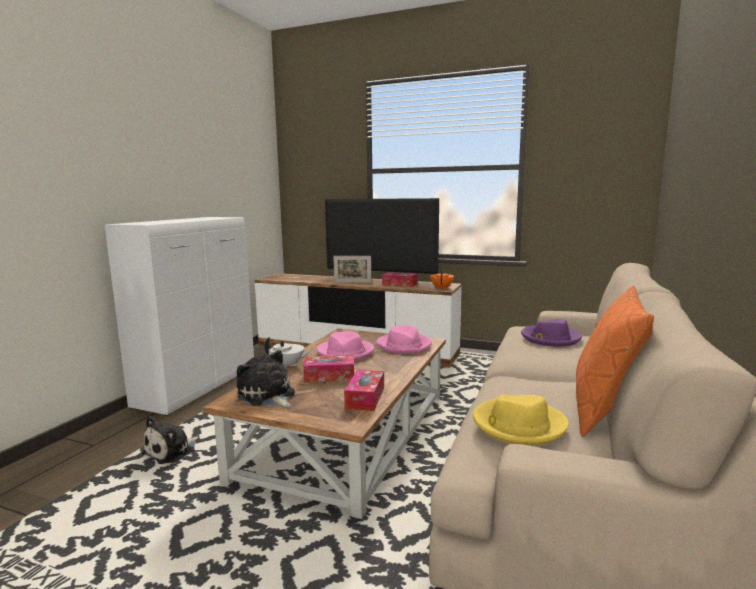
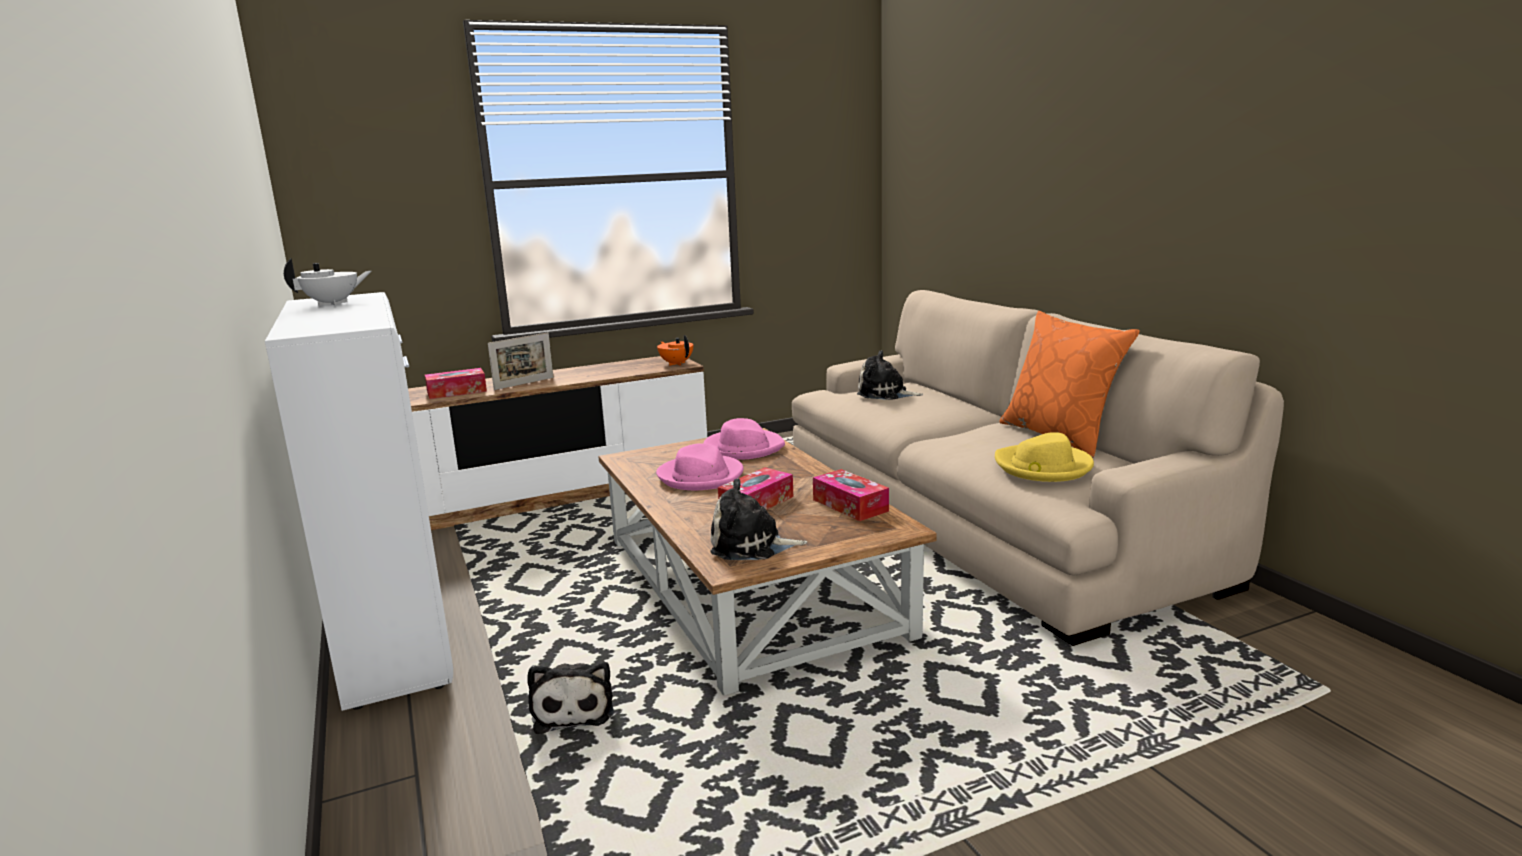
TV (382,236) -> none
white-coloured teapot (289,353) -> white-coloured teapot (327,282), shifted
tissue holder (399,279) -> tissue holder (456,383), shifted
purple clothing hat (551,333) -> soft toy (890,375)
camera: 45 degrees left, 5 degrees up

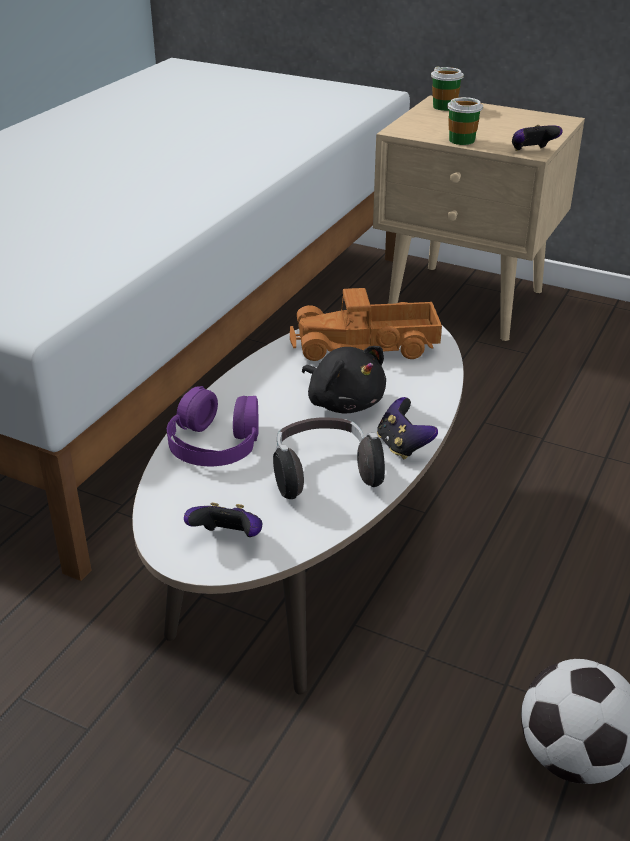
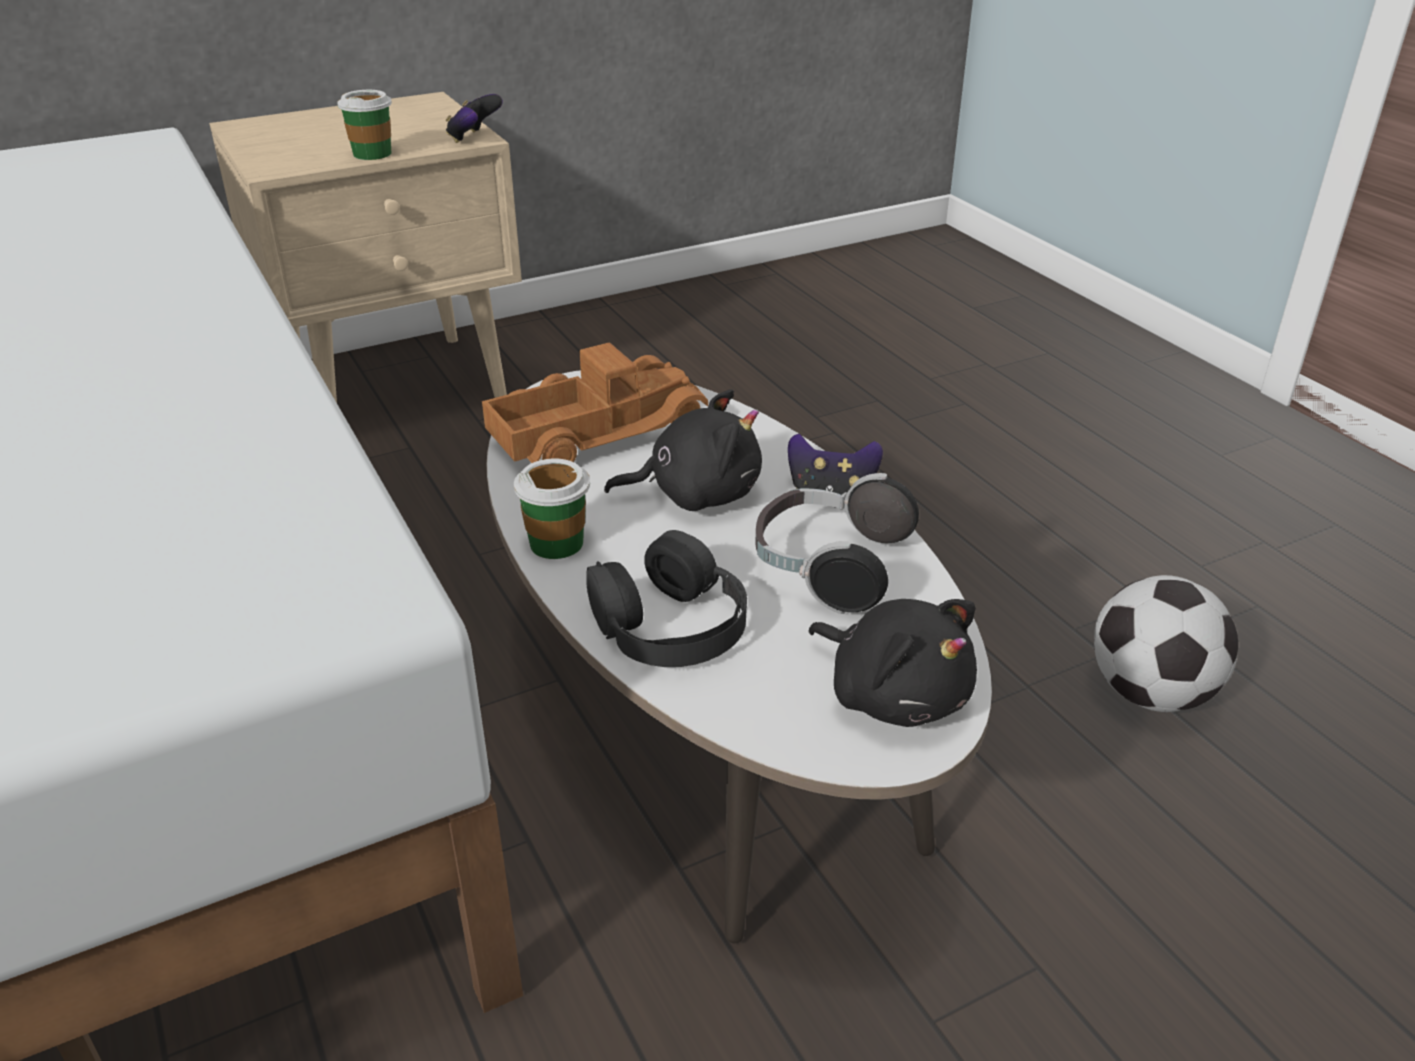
drinking cup (447,89) -> drinking cup (552,509), shifted
game controller (223,519) -> black-coloured soft toy (892,663)
purple headphones (213,426) -> black-coloured headphones (666,598)
model truck (366,324) -> model truck (595,402), 150 degrees counterclockwise
camera: 55 degrees left, 0 degrees up

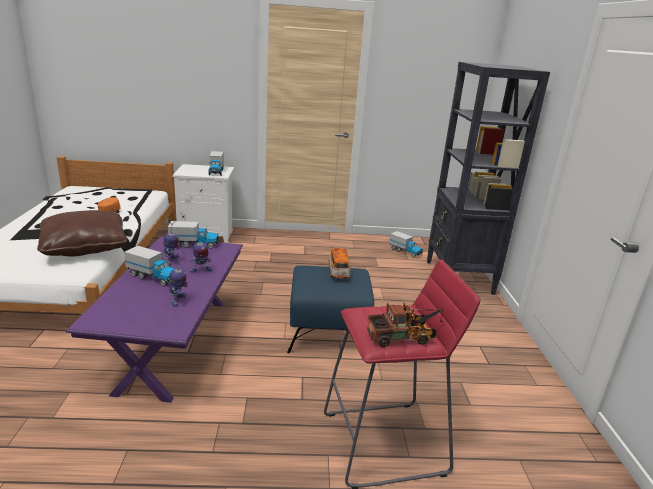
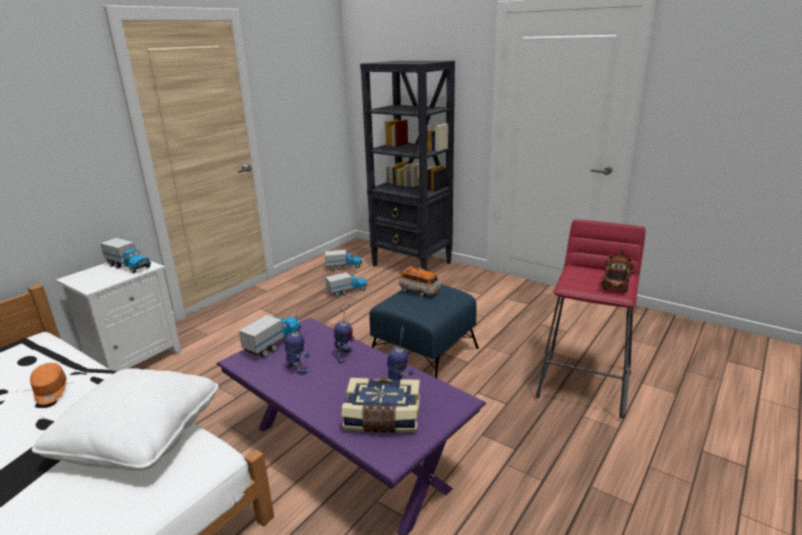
none -> book (381,405)
model truck (149,266) -> model truck (346,284), shifted
brown-coloured throw pillow (82,233) -> white-coloured throw pillow (125,419)
camera: 50 degrees left, 0 degrees up

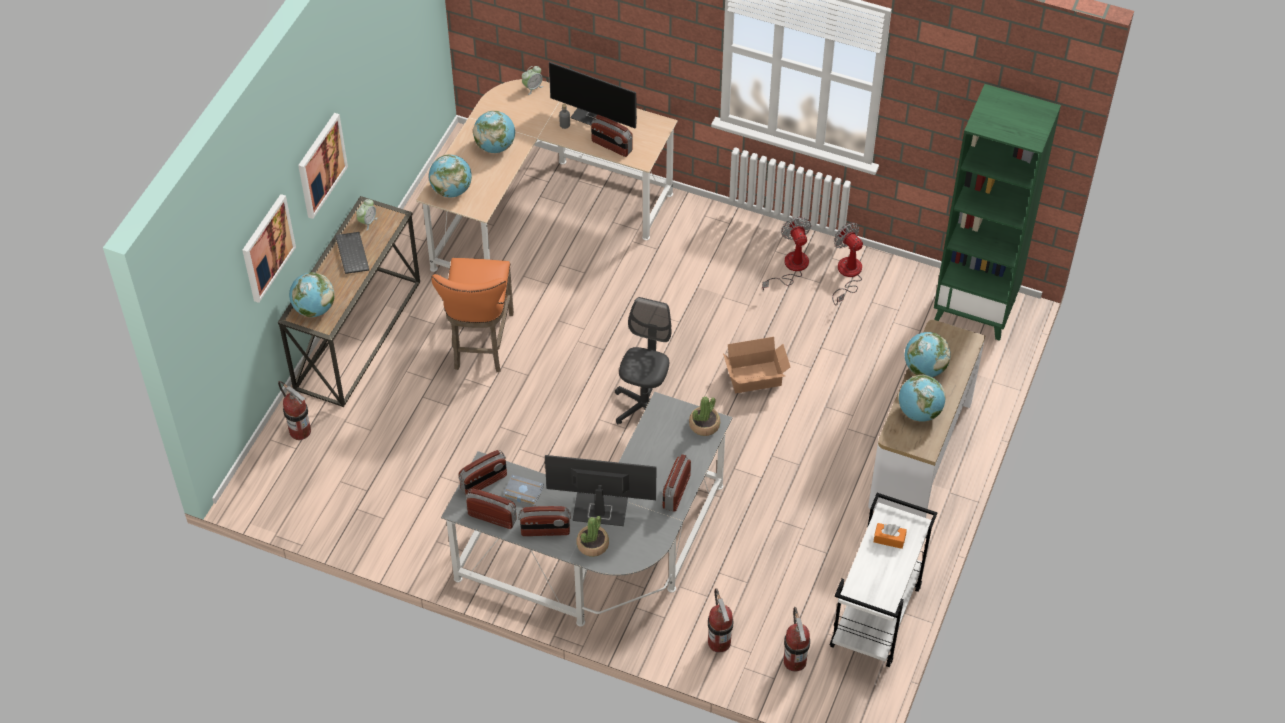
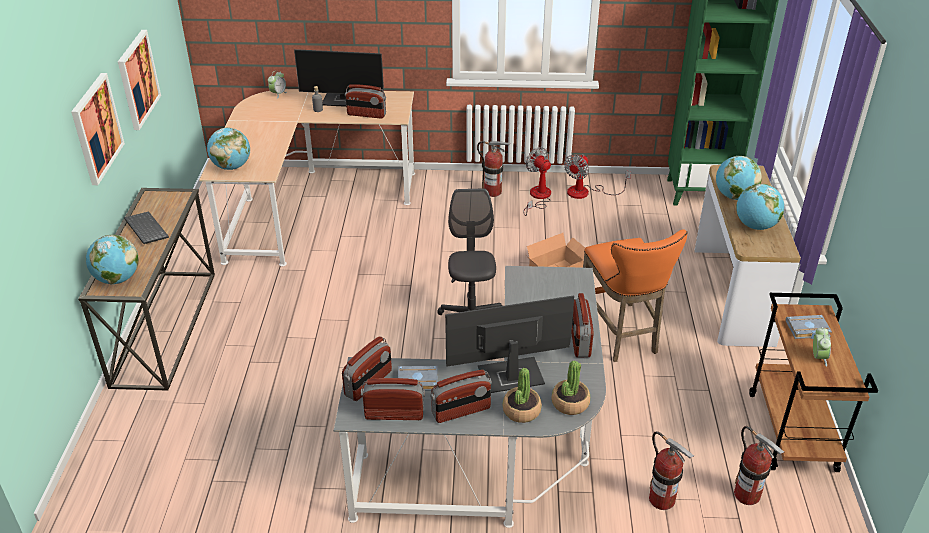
desk globe (494,132) -> none
wall picture (269,248) -> wall picture (139,80), shifted
fire-fighting cylinder (294,410) -> fire-fighting cylinder (494,169), shifted
bedside clock (366,215) -> bedside clock (822,347), shifted
orange stool (472,315) -> orange stool (635,295), shifted
plant in a pot (704,416) -> plant in a pot (570,388), shifted
orange tissue holder (890,536) -> greyish book (809,327)
white-coloured trolley (884,580) -> brown-coloured trolley (813,382)
cooling fan (847,264) -> cooling fan (597,176), 90 degrees counterclockwise
camera: 20 degrees left, 15 degrees down

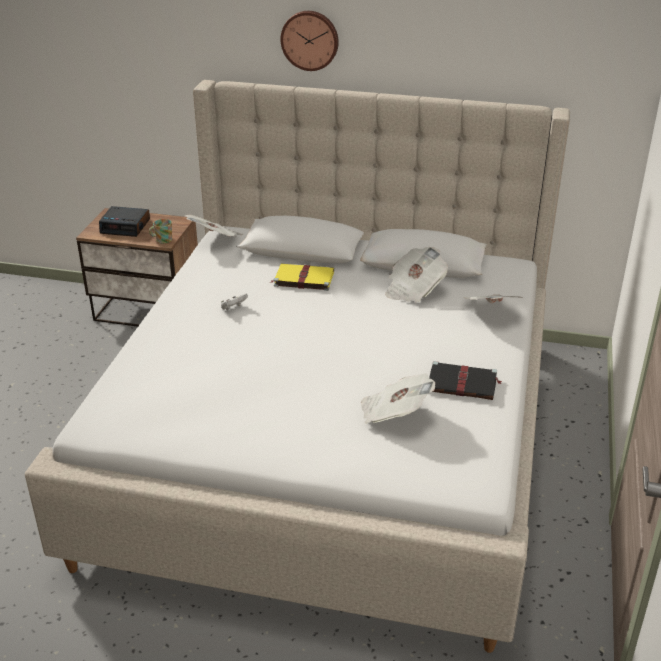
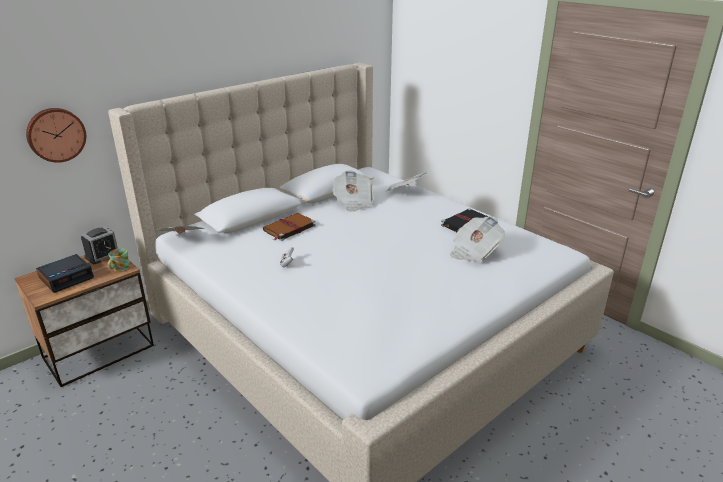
none -> bedside clock (99,245)
clock on the wall (309,41) -> clock on the wall (56,135), shifted
yellowish book (302,277) -> brown-coloured book (289,227)
camera: 55 degrees left, 5 degrees down

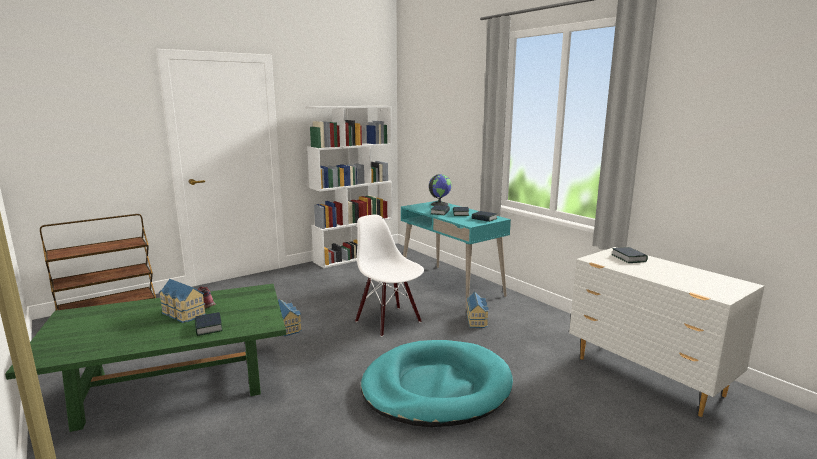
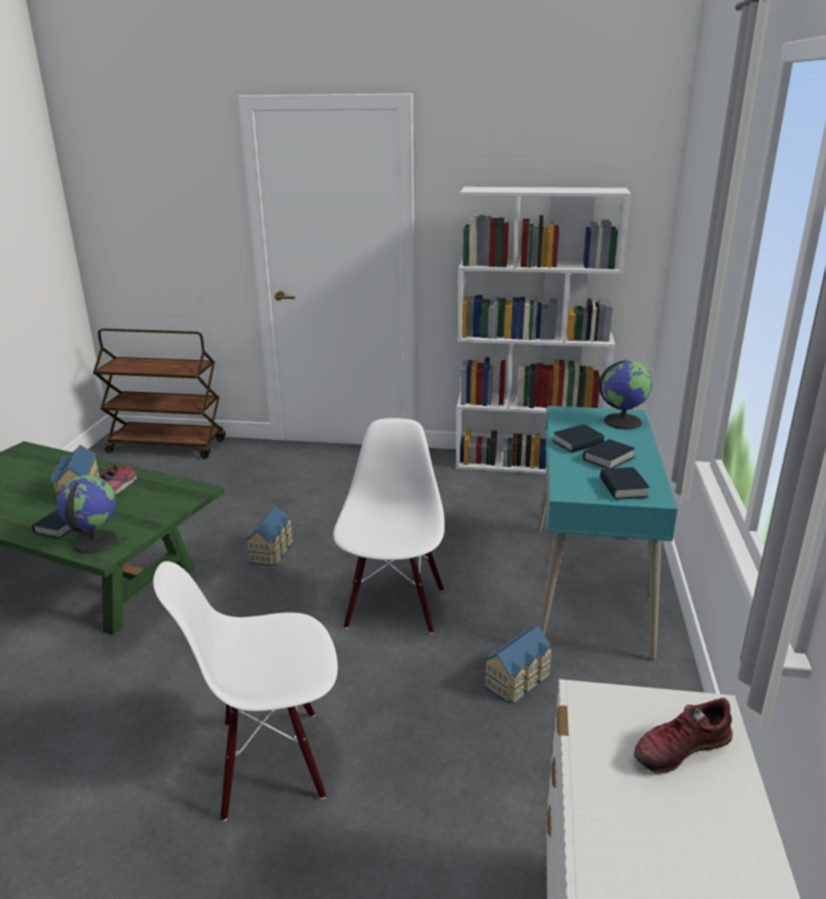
none -> desk globe (87,514)
turquoise dog bed (437,383) -> white-coloured upright chair (245,691)
book (629,255) -> shoe (683,736)
camera: 45 degrees right, 10 degrees up

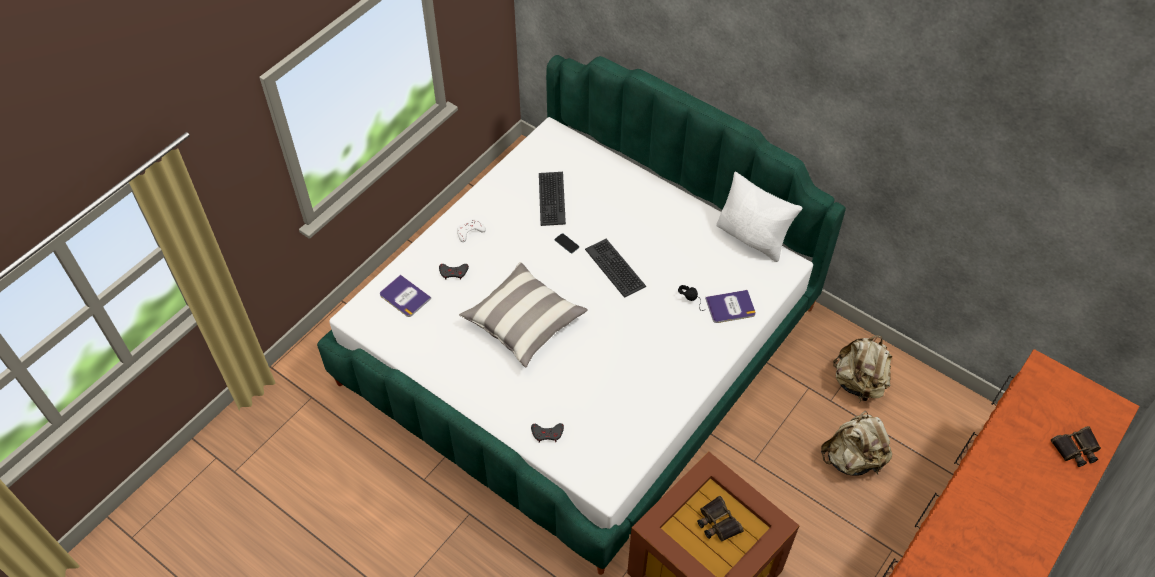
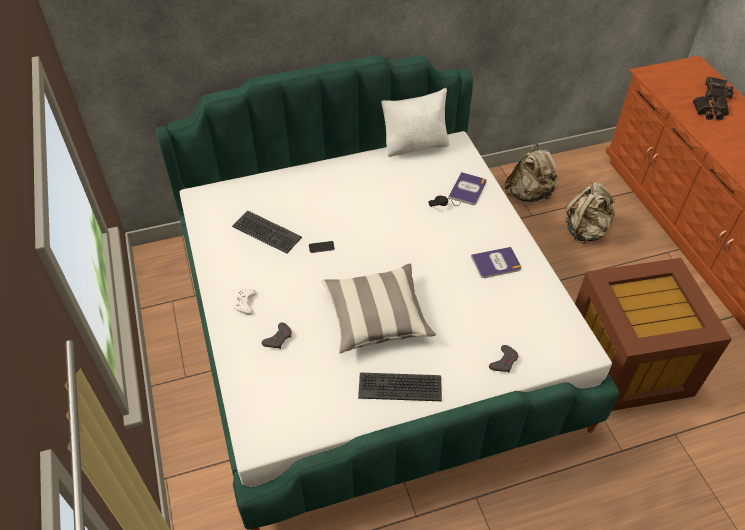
book (405,295) -> book (496,262), shifted
keyboard (615,268) -> keyboard (400,386), shifted
pair of binoculars (720,518) -> pair of binoculars (711,108), shifted
camera: 55 degrees left, 5 degrees down

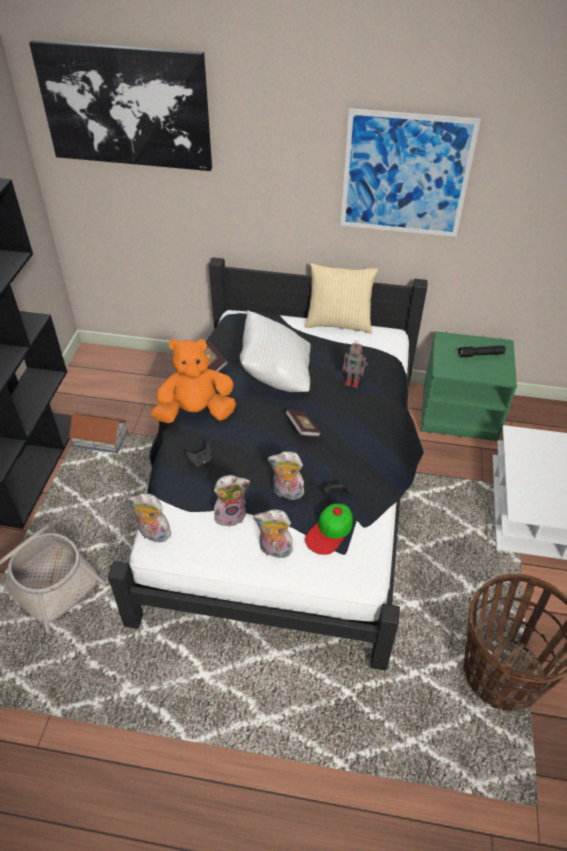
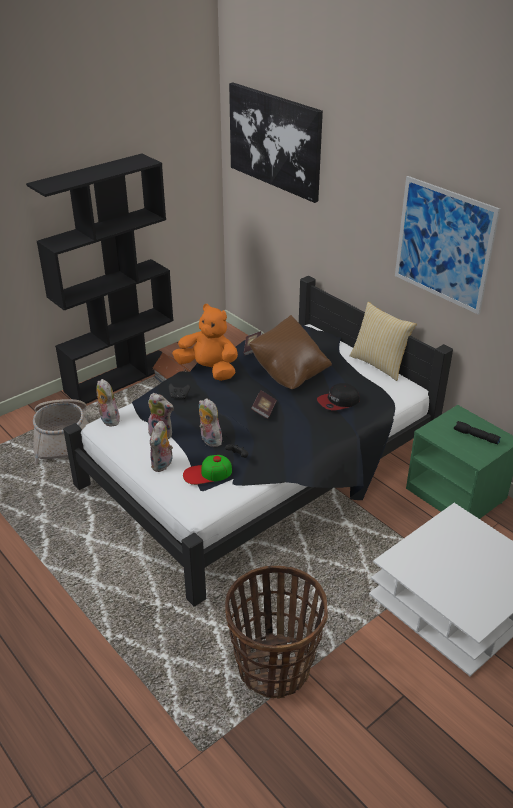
robot figure (355,364) -> peaked cap (338,396)
white-coloured throw pillow (275,351) -> brown-coloured throw pillow (290,352)
soft toy (273,533) -> soft toy (161,446), 120 degrees counterclockwise
camera: 40 degrees right, 10 degrees down

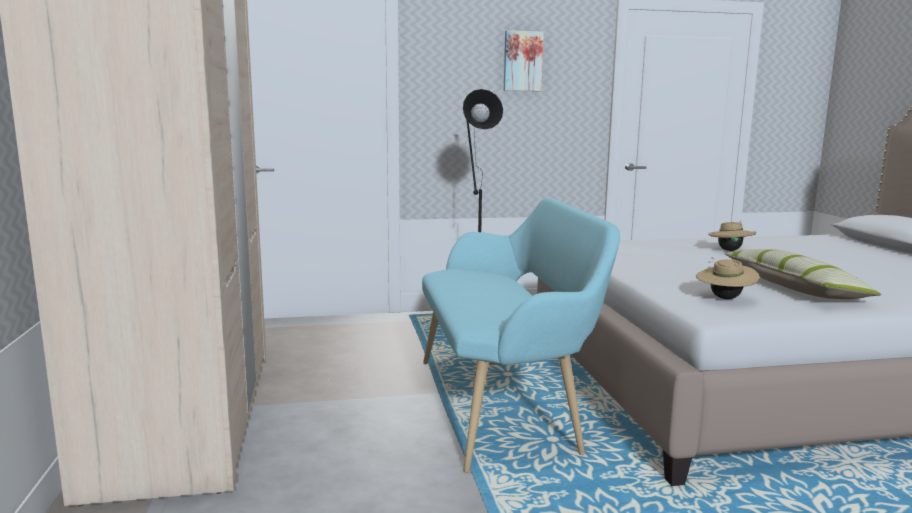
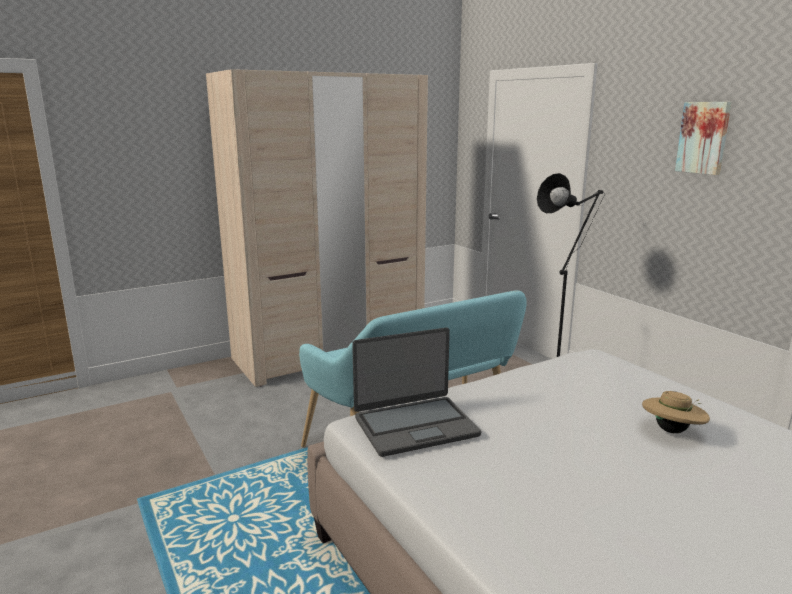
throw pillow (802,274) -> none
beige clothing hat (727,278) -> portable computer (416,392)
camera: 70 degrees right, 5 degrees up

